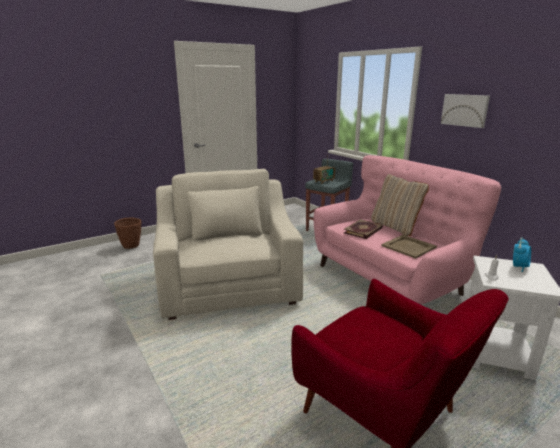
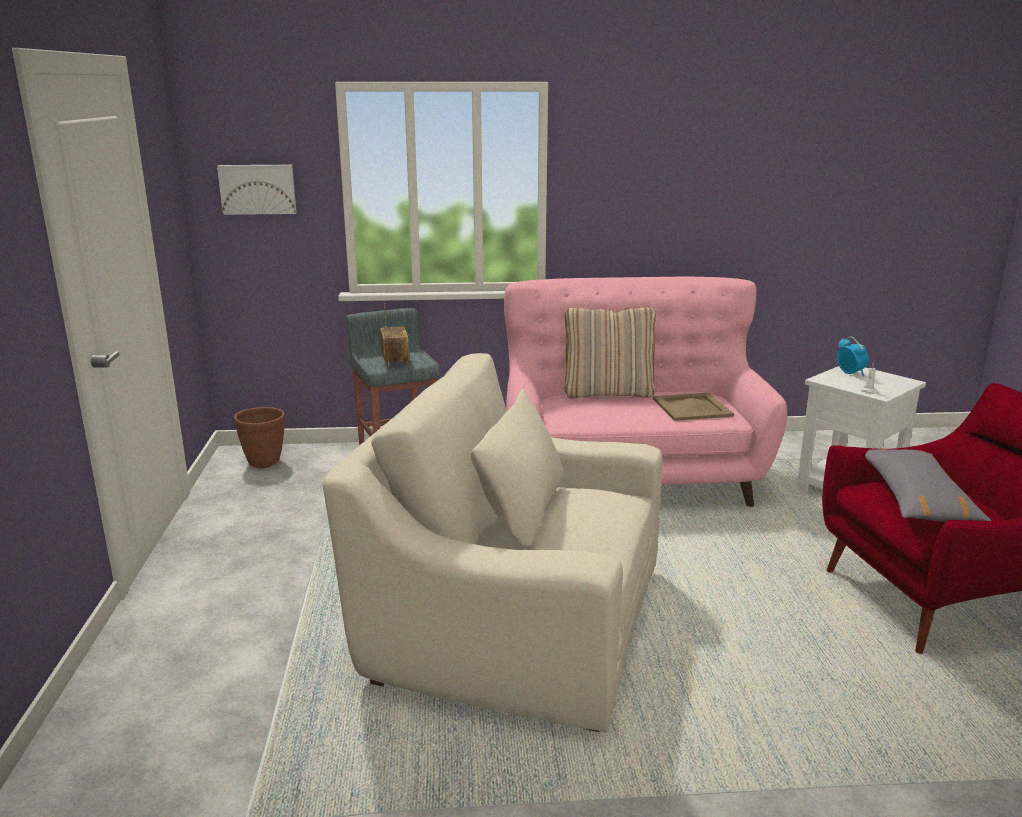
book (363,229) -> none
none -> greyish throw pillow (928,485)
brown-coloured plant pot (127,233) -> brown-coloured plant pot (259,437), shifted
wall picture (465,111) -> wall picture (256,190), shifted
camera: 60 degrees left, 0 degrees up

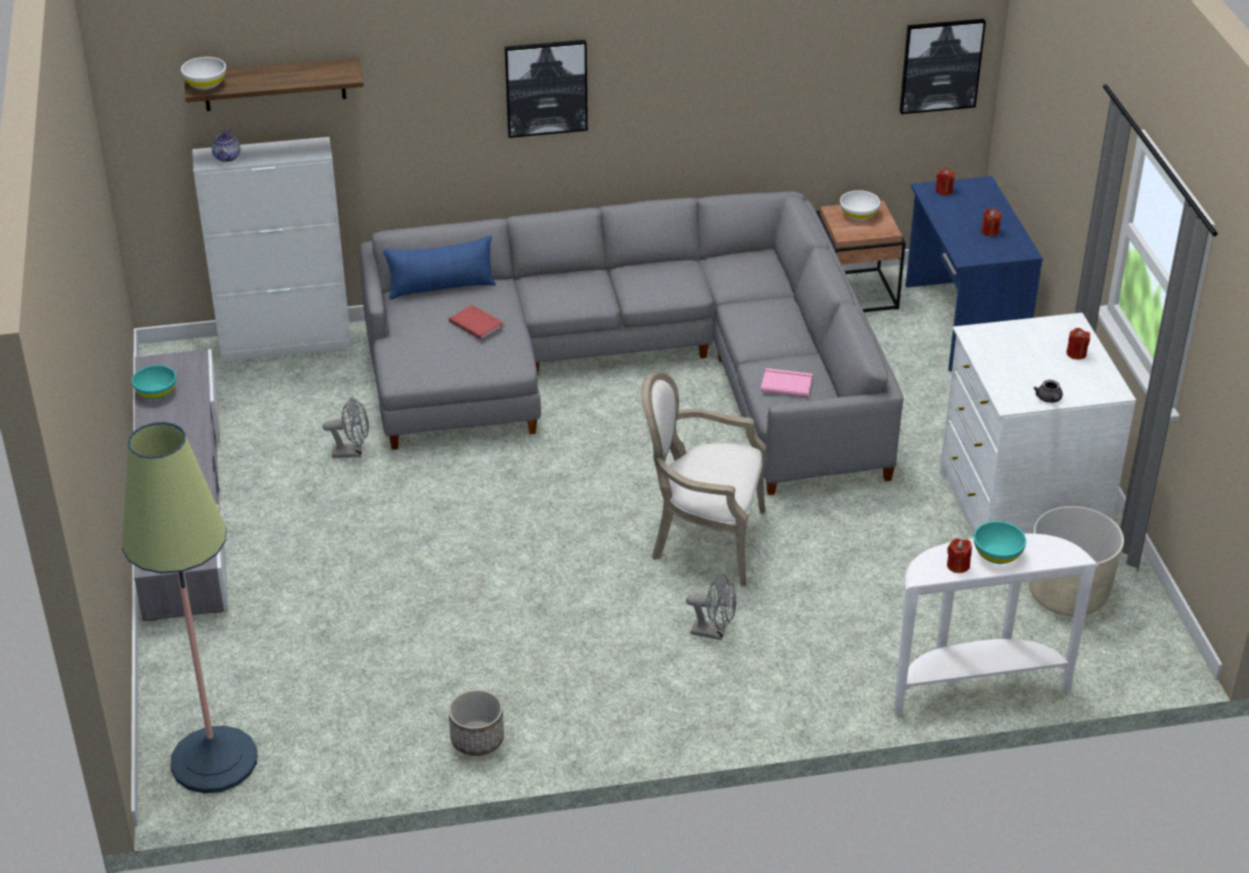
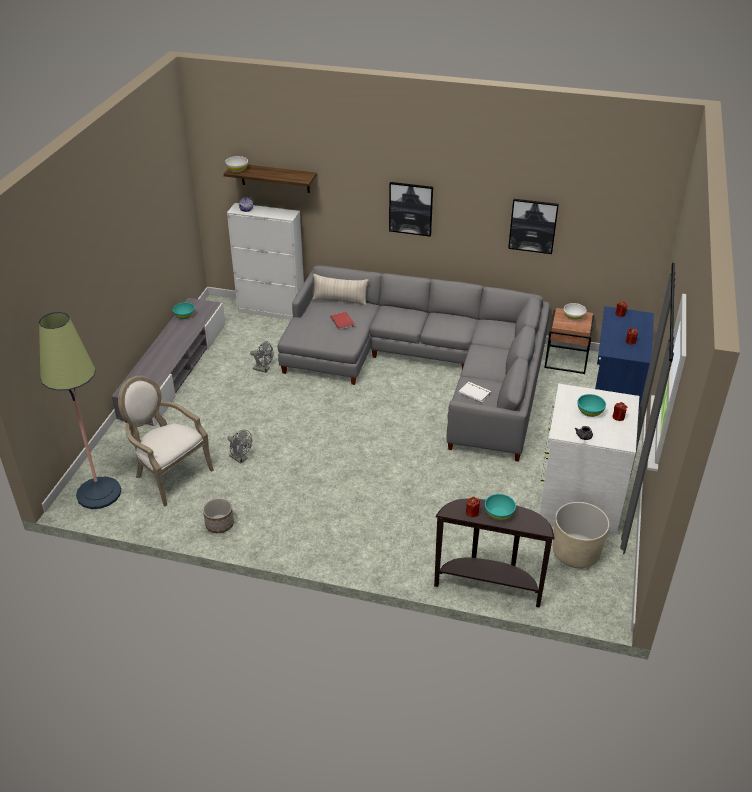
none -> turquoise deep dish (592,405)
lounge chair (703,479) -> lounge chair (166,441), shifted
greyish cooling fan (711,607) -> greyish cooling fan (239,446), shifted
wall picture (943,66) -> wall picture (533,226), shifted
blue-coloured throw pillow (439,267) -> beige throw pillow (340,290)
pinkish book (787,382) -> white-coloured book (475,392)
white-coloured narrow table (996,624) -> brown-coloured narrow table (494,553)
camera: 25 degrees right, 0 degrees up

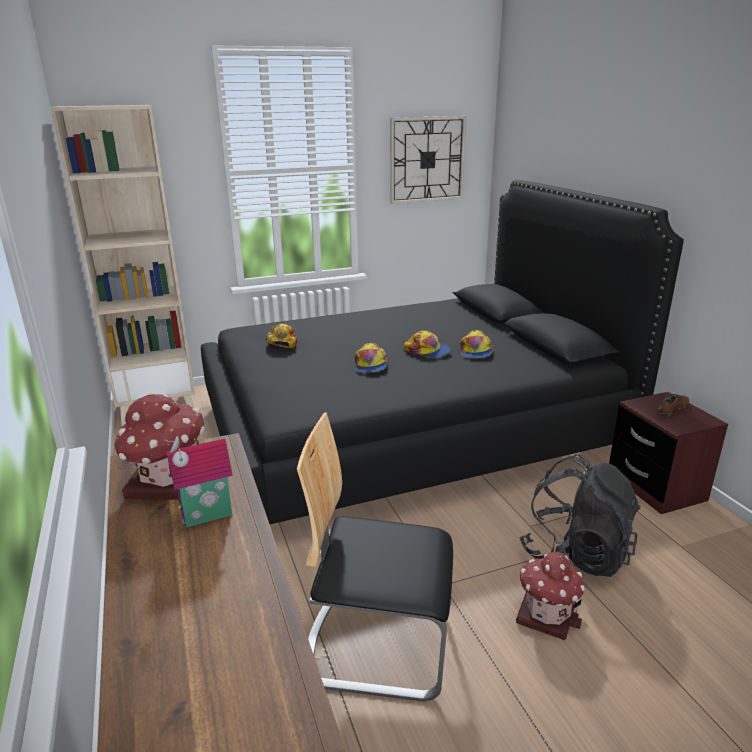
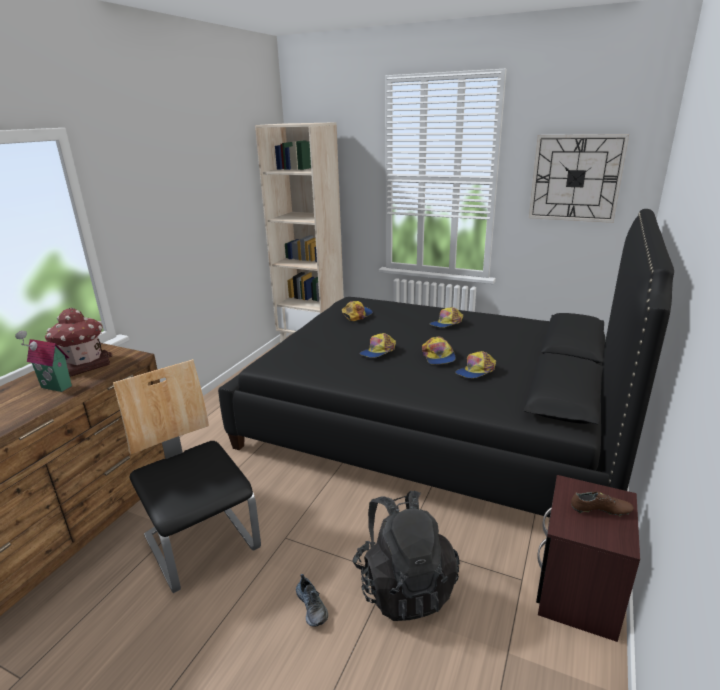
none -> peaked cap (446,317)
miniature house (550,595) -> shoe (312,600)
camera: 45 degrees right, 0 degrees up

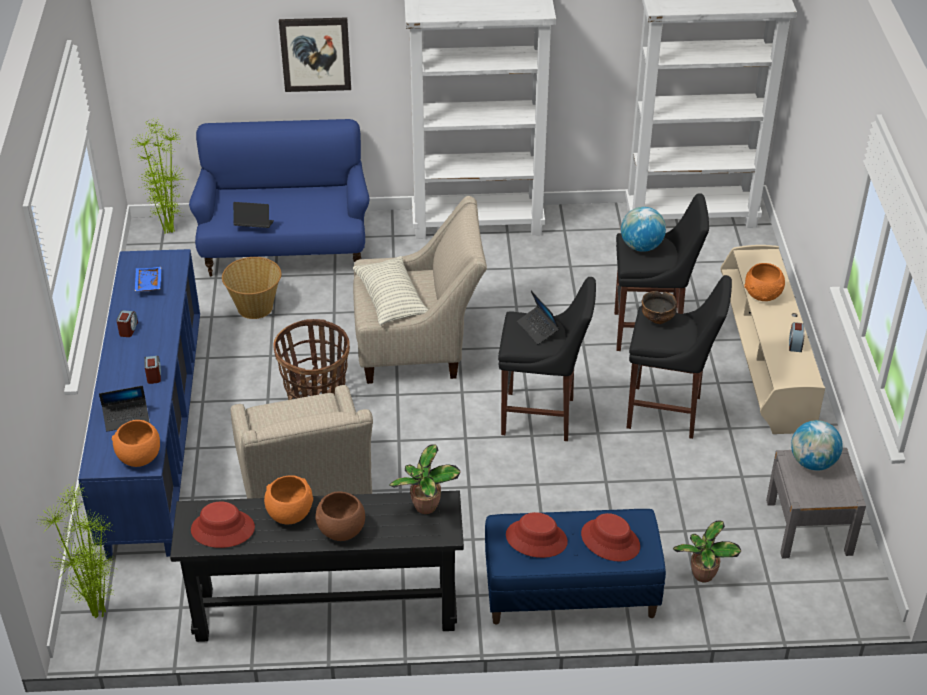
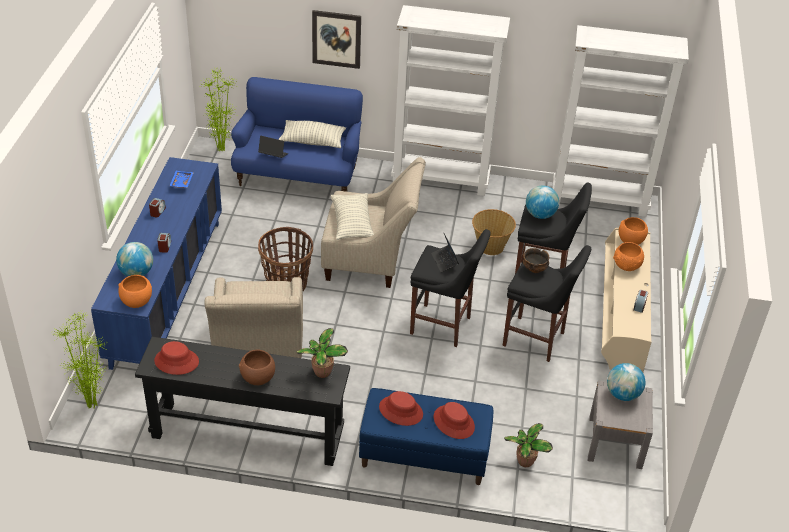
none -> throw pillow (312,134)
basket (251,288) -> basket (494,232), shifted
orange deep dish (288,499) -> orange deep dish (633,231), shifted
portable computer (124,409) -> desk globe (134,259)
camera: 10 degrees right, 0 degrees up

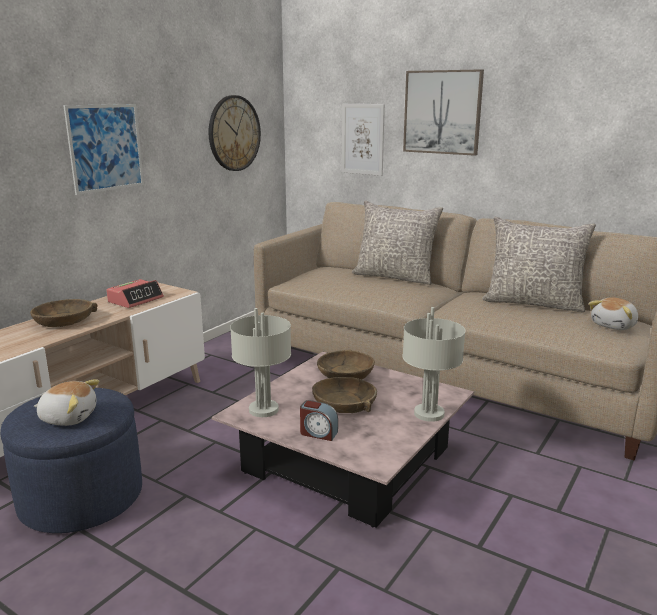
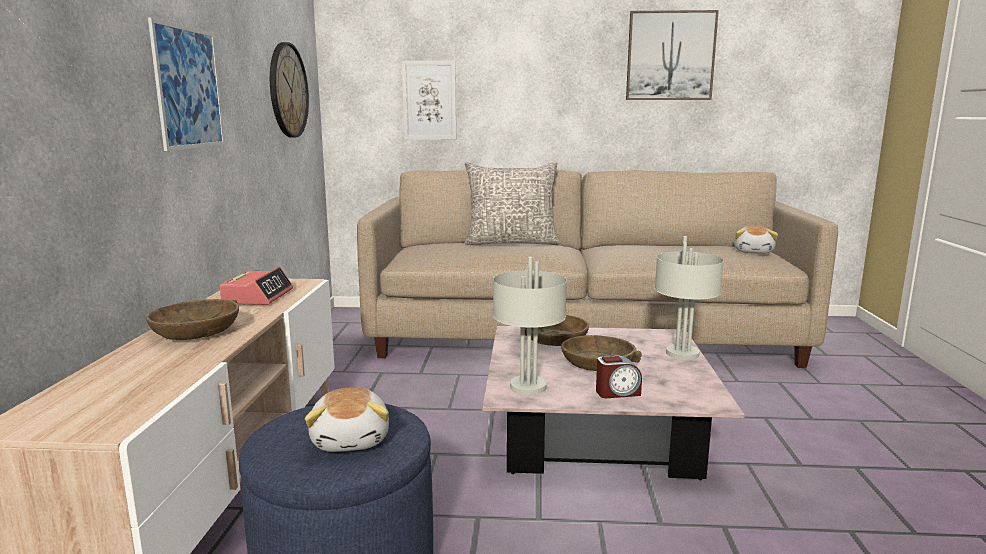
greyish throw pillow (539,264) -> none
wall picture (443,112) -> wall picture (672,55), shifted
soft toy (66,403) -> soft toy (347,419), 105 degrees clockwise
camera: 30 degrees left, 5 degrees down

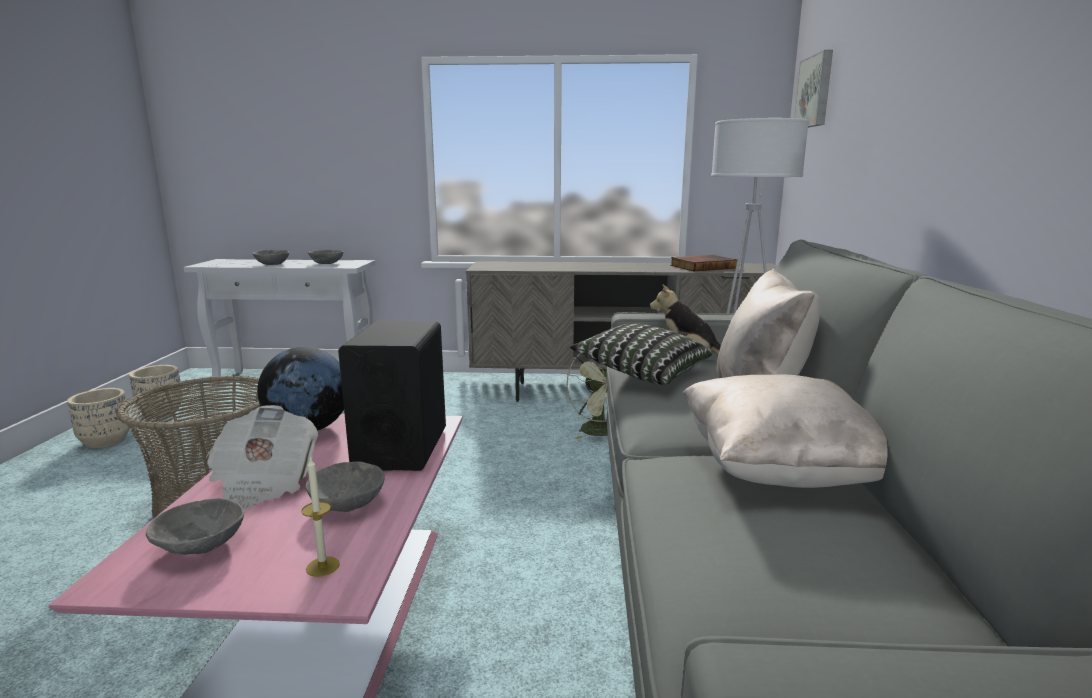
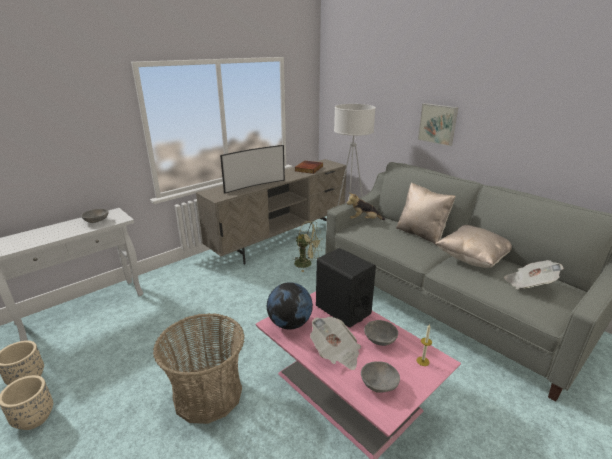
greyish deep dish (270,257) -> none
throw pillow (641,354) -> none
none -> TV (252,169)
none -> newspaper (534,274)
wall picture (813,89) -> wall picture (438,124), shifted
camera: 45 degrees left, 10 degrees up

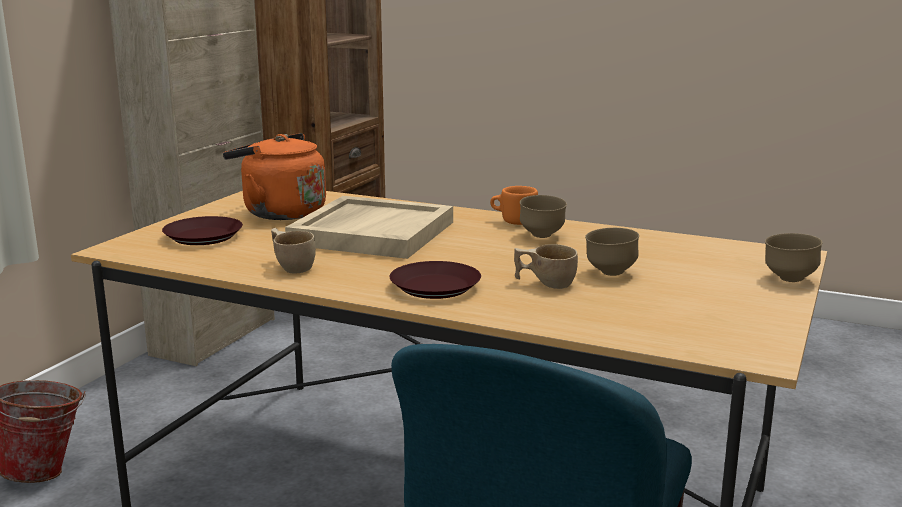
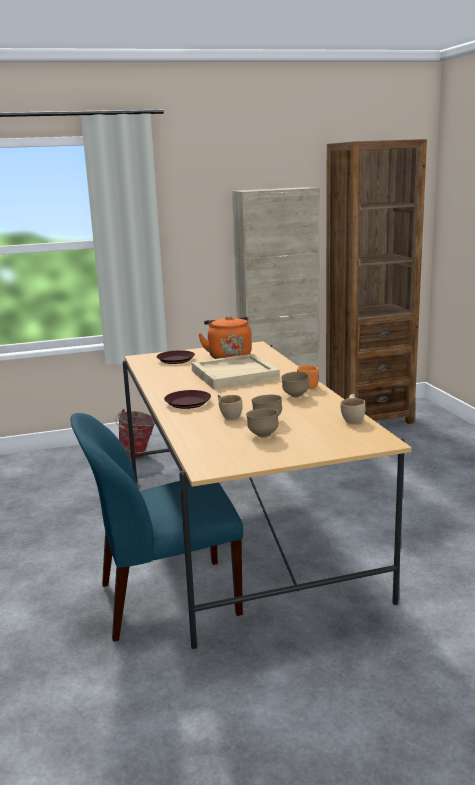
beige drinking cup (293,251) -> beige drinking cup (353,408), shifted
brown-coloured deep dish (794,257) -> brown-coloured deep dish (262,423), shifted
camera: 50 degrees right, 0 degrees up

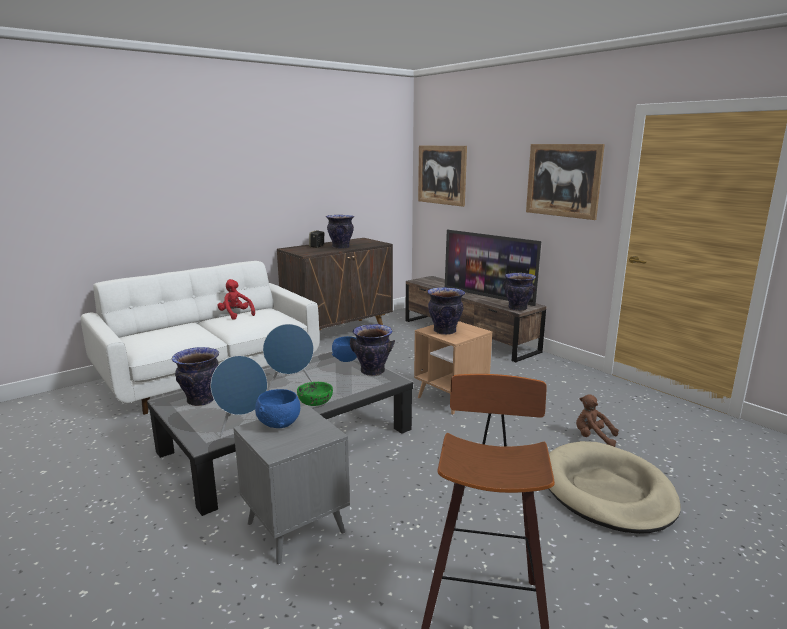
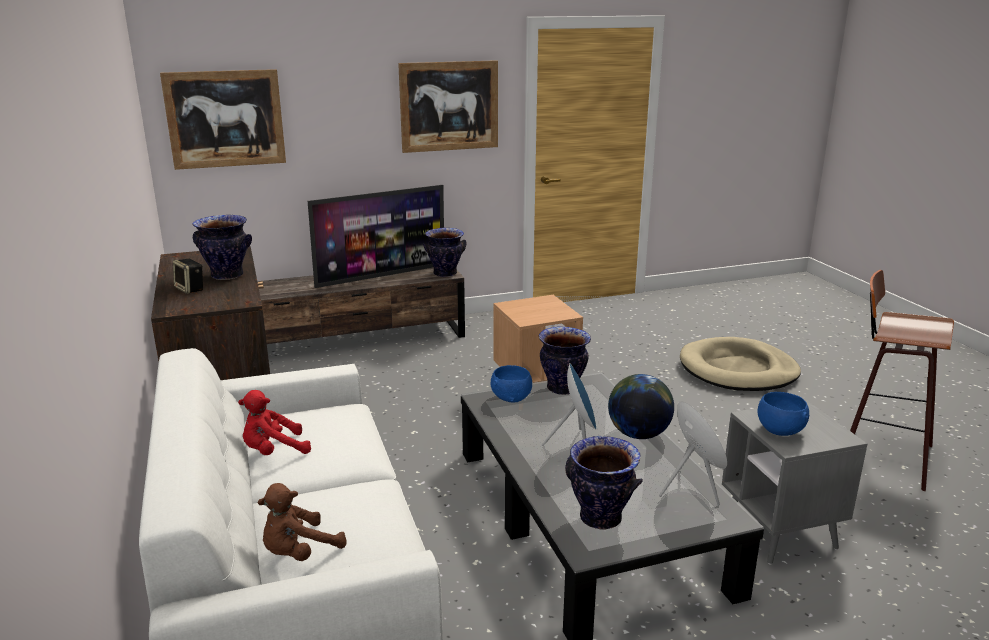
flower vase (446,311) -> none
brown-coloured soft toy (597,420) -> brown-coloured soft toy (302,522), shifted
green deep dish (315,394) -> desk globe (641,406)
camera: 70 degrees left, 5 degrees up

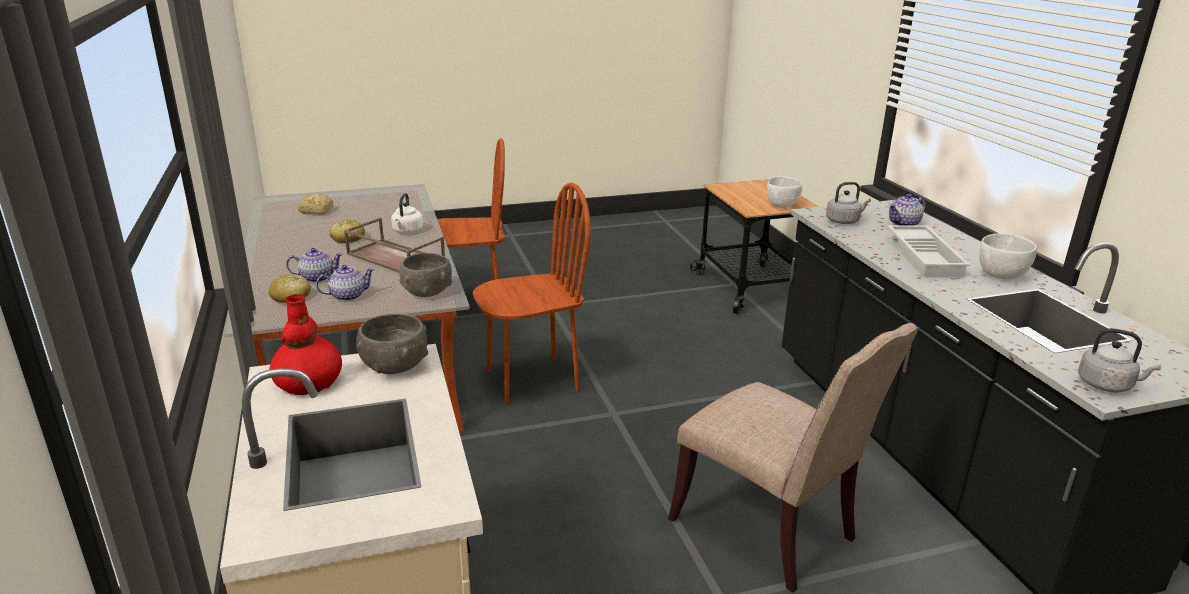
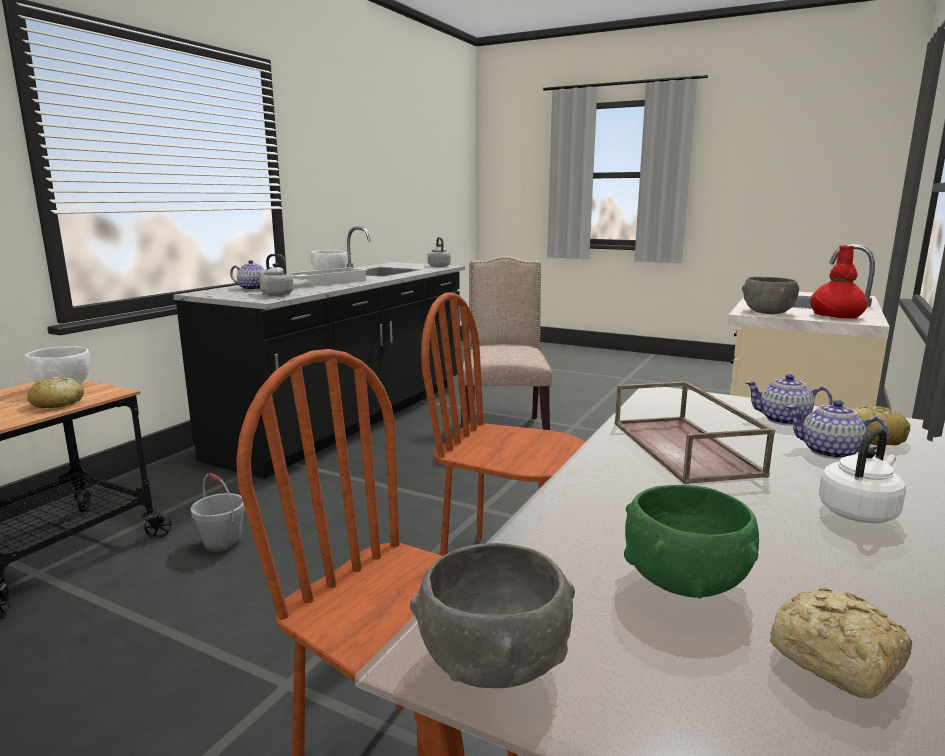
none -> greyish pail (218,512)
none -> green deep dish (691,541)
bread (347,231) -> bread (55,392), shifted
white-coloured water kettle (407,213) -> white-coloured water kettle (862,475), shifted
greyish deep dish (425,275) -> greyish deep dish (492,615), shifted
camera: 135 degrees left, 10 degrees down

